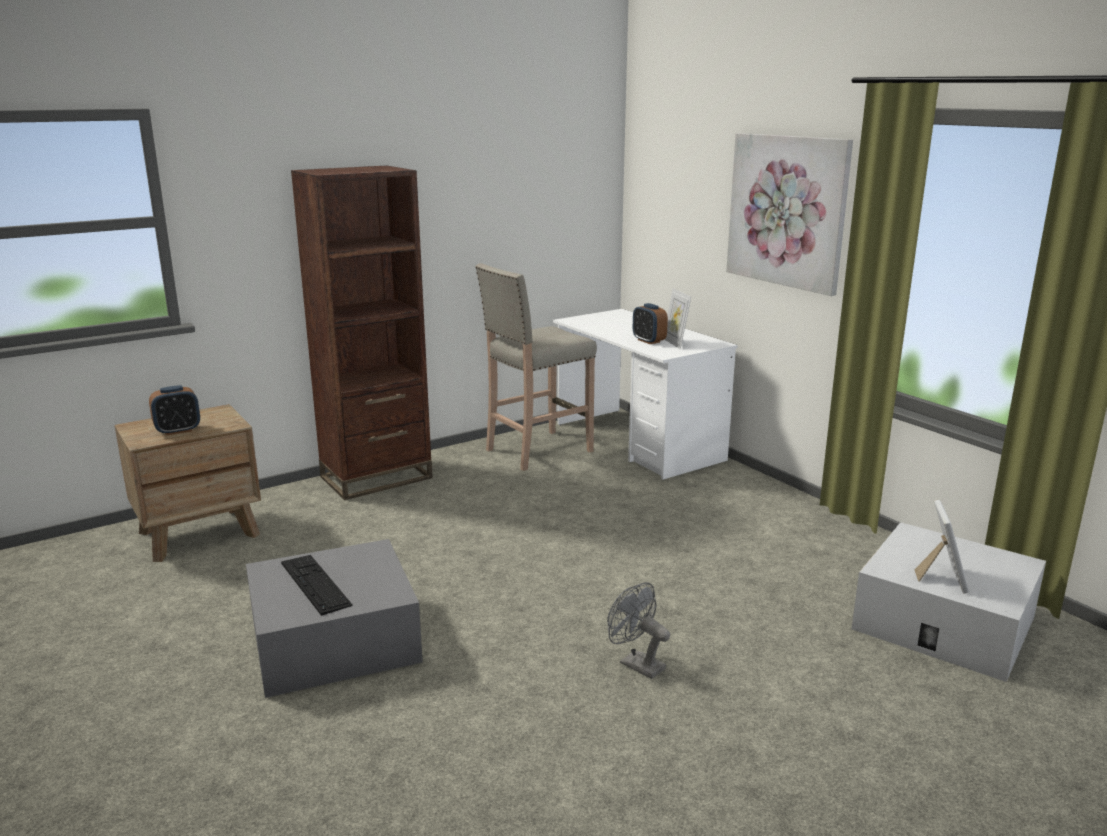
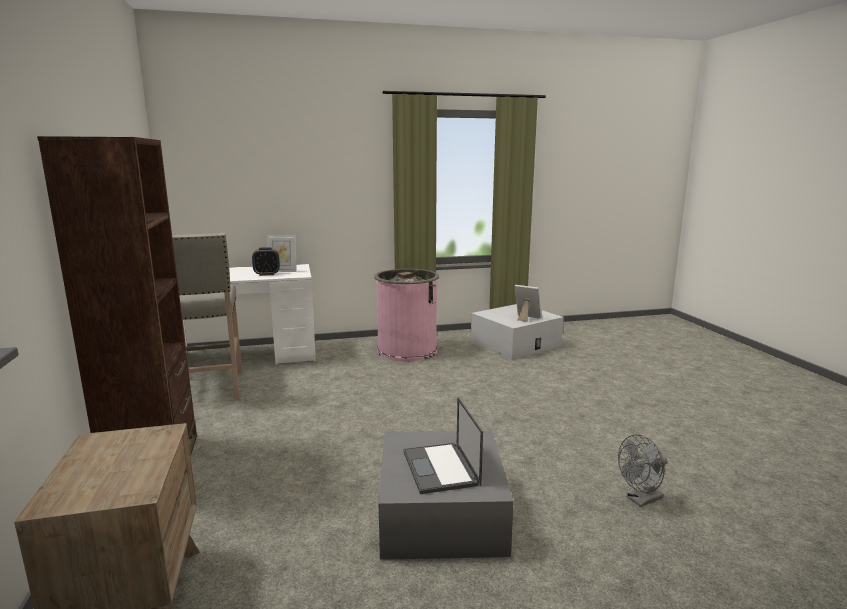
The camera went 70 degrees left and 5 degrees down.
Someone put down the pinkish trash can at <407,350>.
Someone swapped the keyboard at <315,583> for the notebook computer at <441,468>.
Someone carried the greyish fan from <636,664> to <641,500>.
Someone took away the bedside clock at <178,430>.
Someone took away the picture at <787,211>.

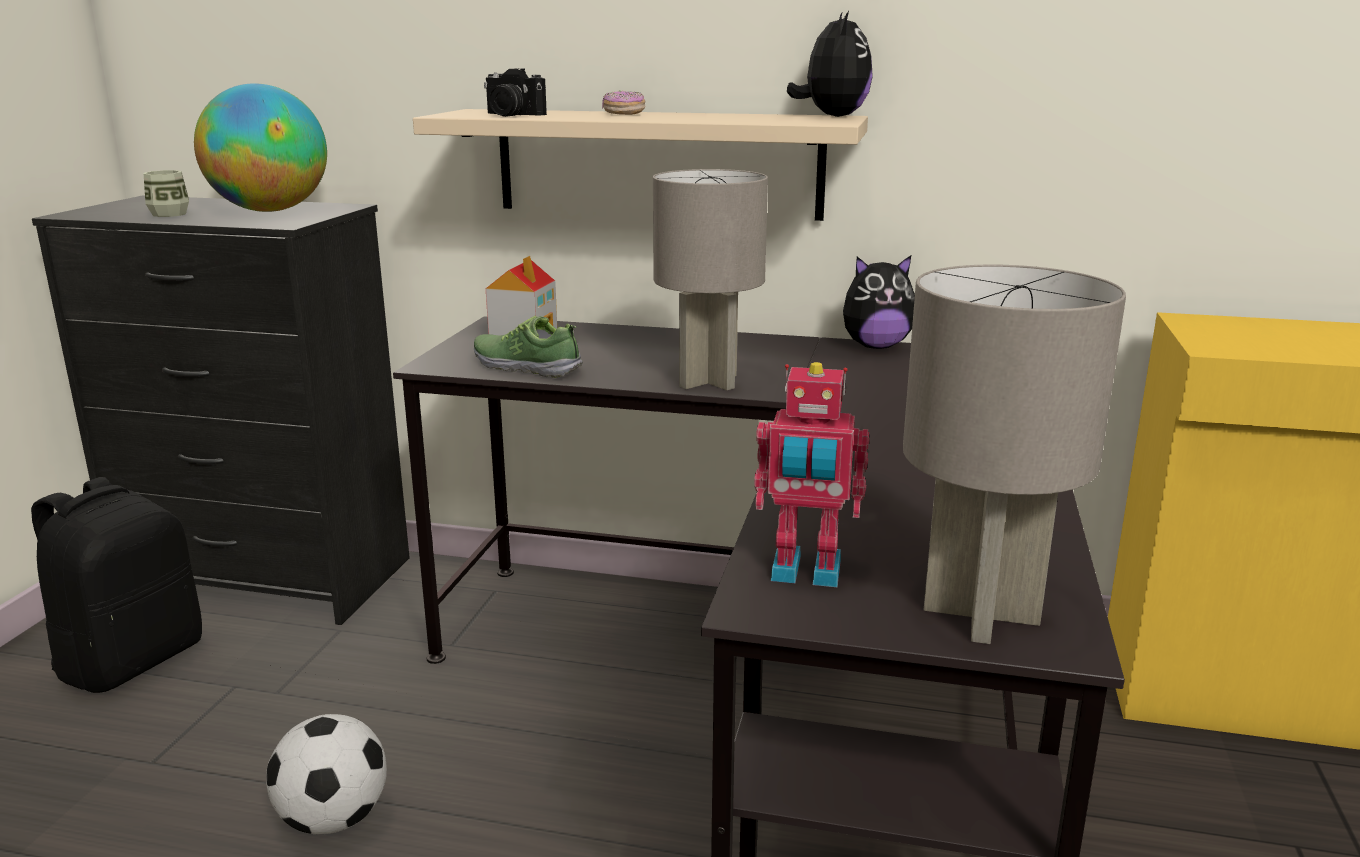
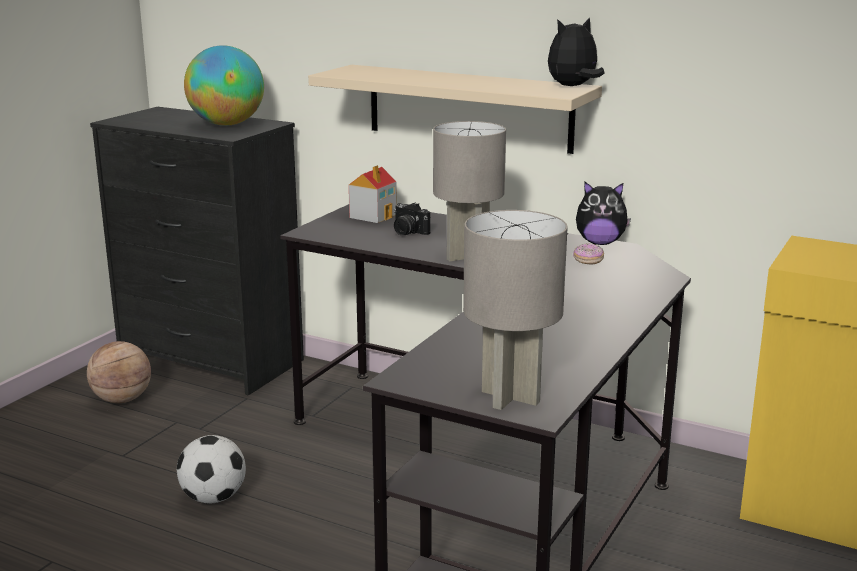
The camera went 15 degrees right and 0 degrees up.
Someone swapped the black backpack at <131,660> for the ball for basketball at <122,400>.
Someone carried the photo camera from <510,115> to <408,232>.
Someone rotated the plush toy at <832,116> by 135 degrees counterclockwise.
Someone carried the donut from <624,113> to <588,260>.
Someone took away the drinking cup at <169,214>.
Someone took away the shoe at <526,366>.
Someone took away the model robot at <805,573>.

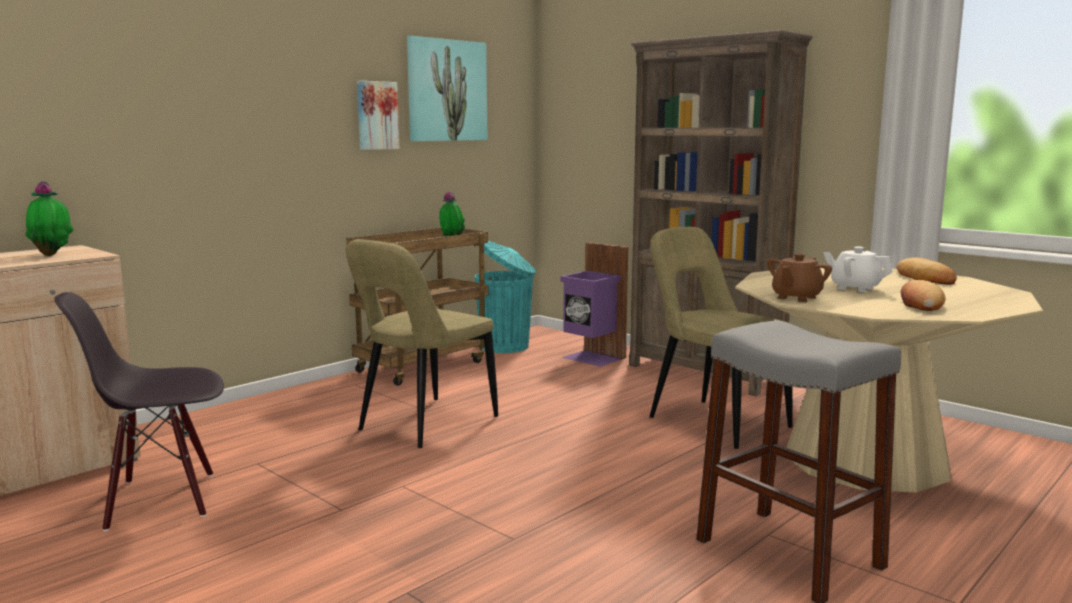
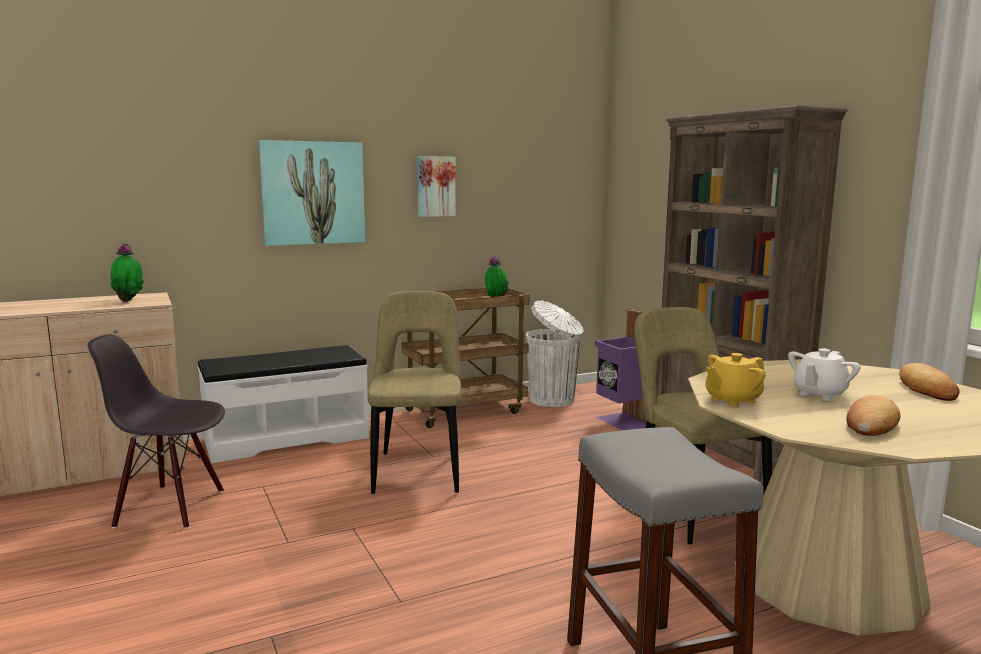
The camera went 20 degrees right and 0 degrees up.
Someone put down the white bench at <286,438>.
Someone carried the picture from <447,90> to <313,193>.
Someone rotated the sand-coloured plain chair at <423,425> by 120 degrees clockwise.
Someone repainted the turquoise trash can at <506,346>, which became the white trash can at <553,400>.
Someone repainted the brownish pot for tea at <796,298>, which became the yellow-coloured pot for tea at <732,400>.
Someone rotated the white pot for tea at <855,288> by 105 degrees counterclockwise.

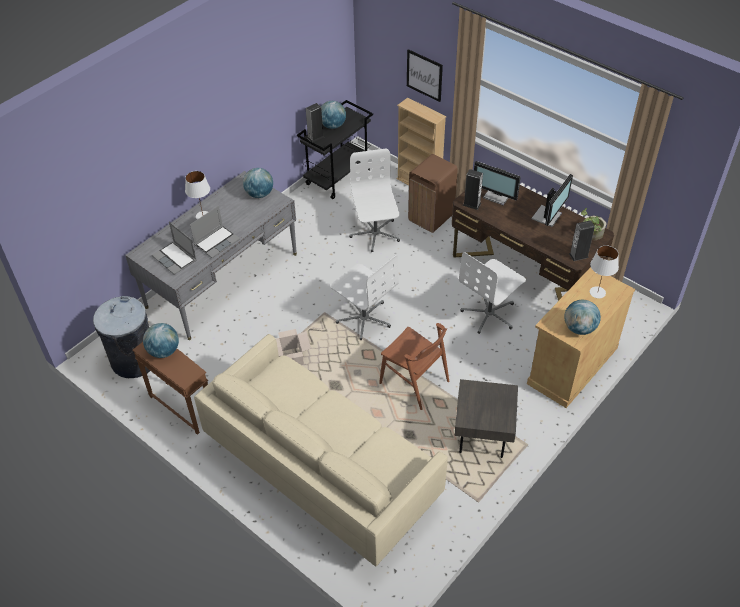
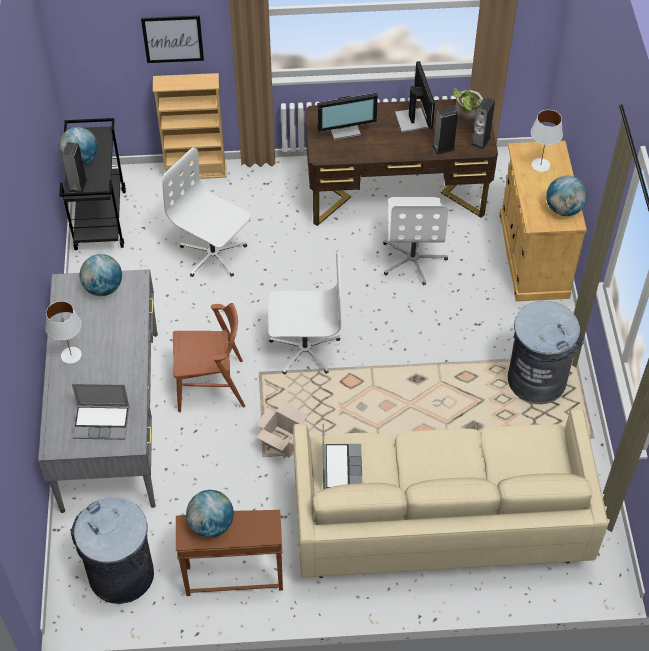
The camera went 45 degrees left and 5 degrees up.
Someone carried the brownish plain chair from <414,382> to <211,385>.
Someone carried the notebook computer from <217,242> to <341,467>.
Someone carried the speaker from <472,204> to <443,148>.
Someone swapped the greyish side table at <483,439> for the greyish trash can at <536,379>.
Someone took away the brownish trash can at <431,217>.

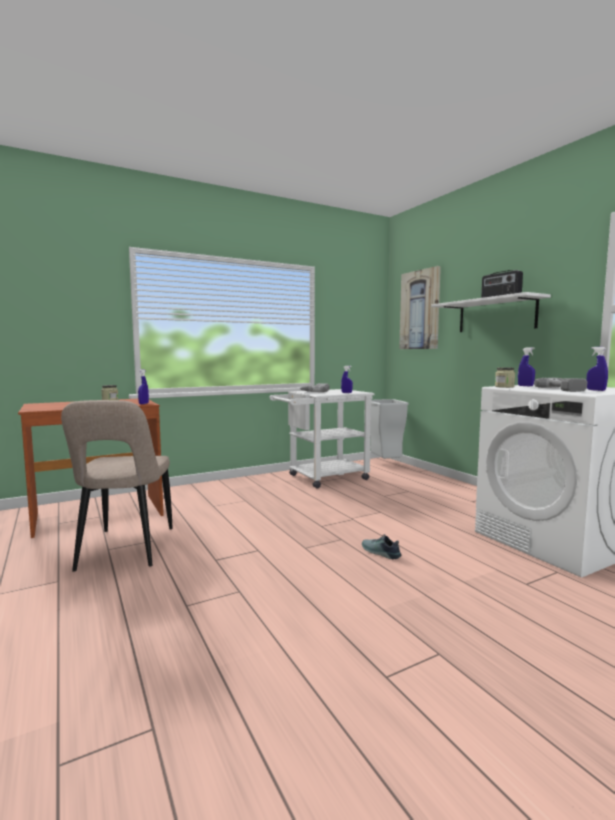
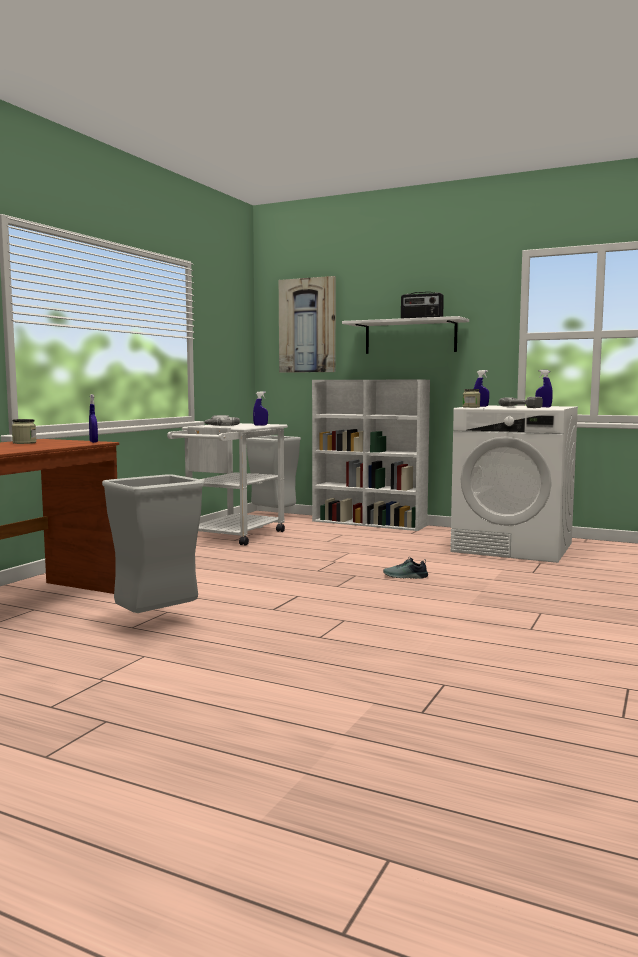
The camera went 35 degrees left and 0 degrees up.
Someone swapped the sand-coloured plain chair at <125,550> for the greyish trash can at <156,624>.
Someone put down the white bookcase at <370,523>.

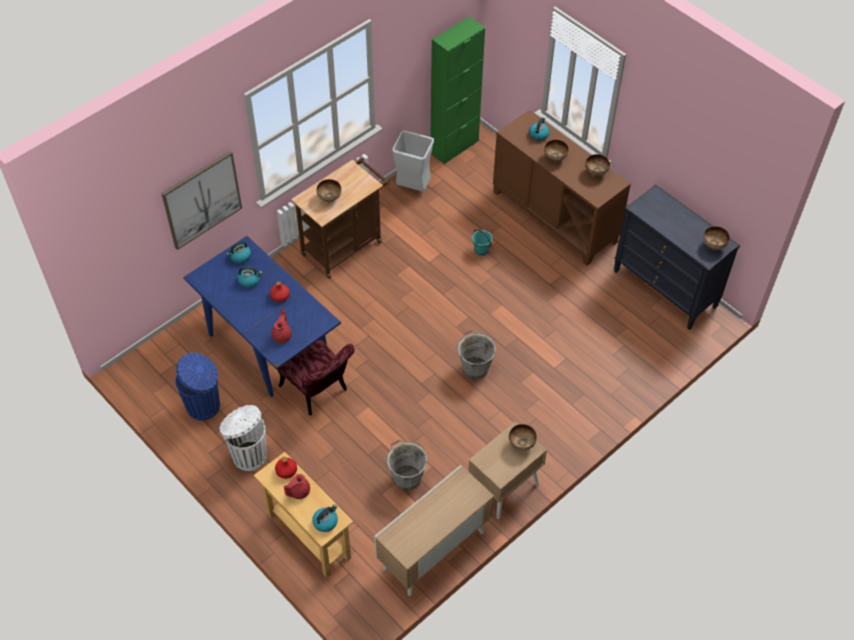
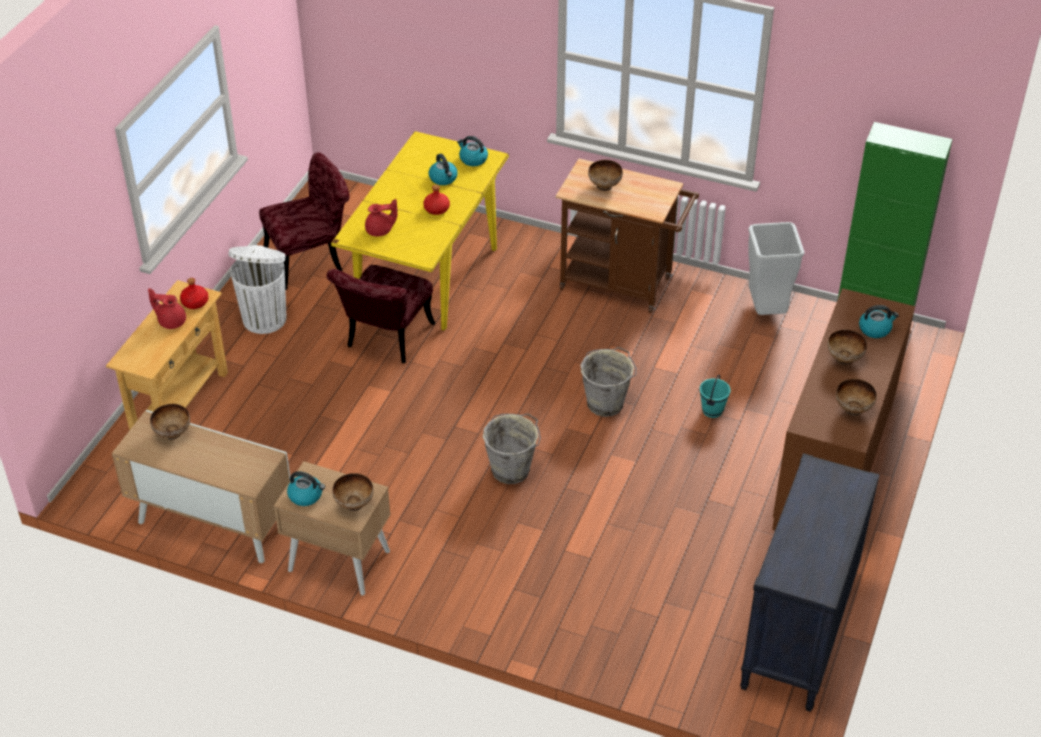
The camera went 65 degrees right and 10 degrees down.
Someone carried the deep dish from <713,246> to <172,434>.
Someone swapped the blue-coloured trash can at <204,406> for the red-coloured plain chair at <311,260>.
Someone carried the tea kettle from <325,522> to <306,495>.
Someone repainted the blue-coloured dining table at <269,345>, which became the yellow-coloured dining table at <427,277>.
Someone carried the greyish pail from <406,477> to <606,403>.
Someone took away the picture at <202,199>.

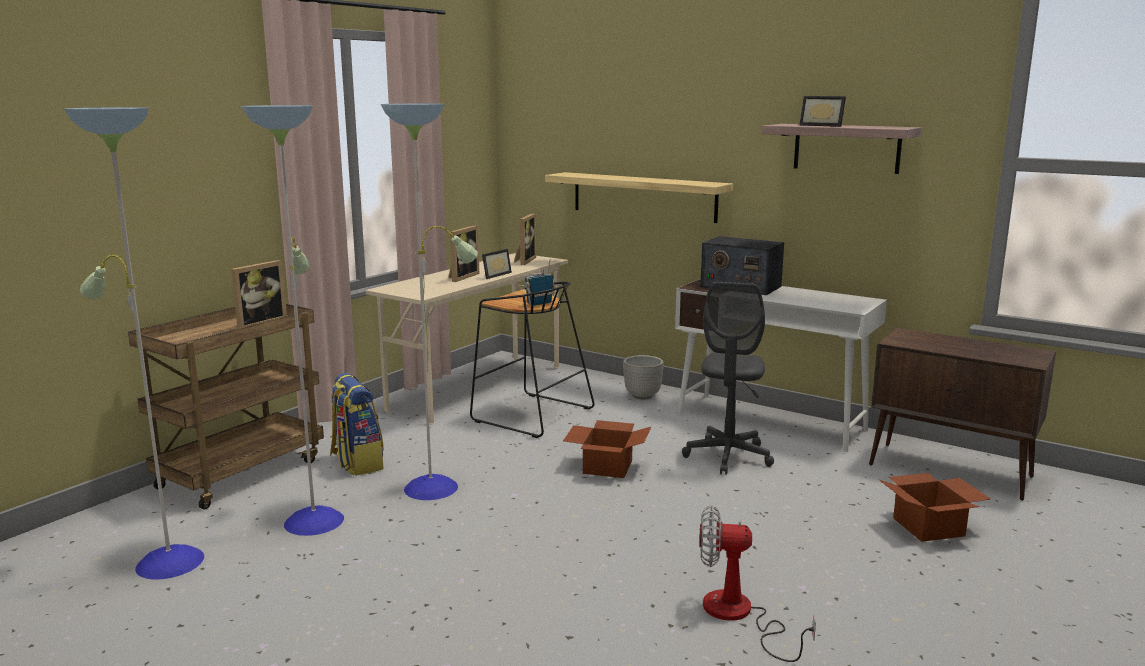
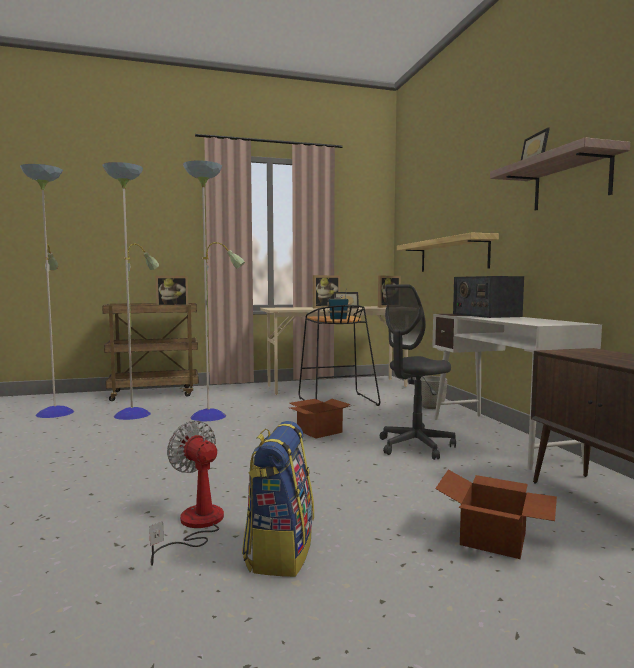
The camera went 40 degrees right and 10 degrees down.
Someone carried the backpack from <356,463> to <279,551>.

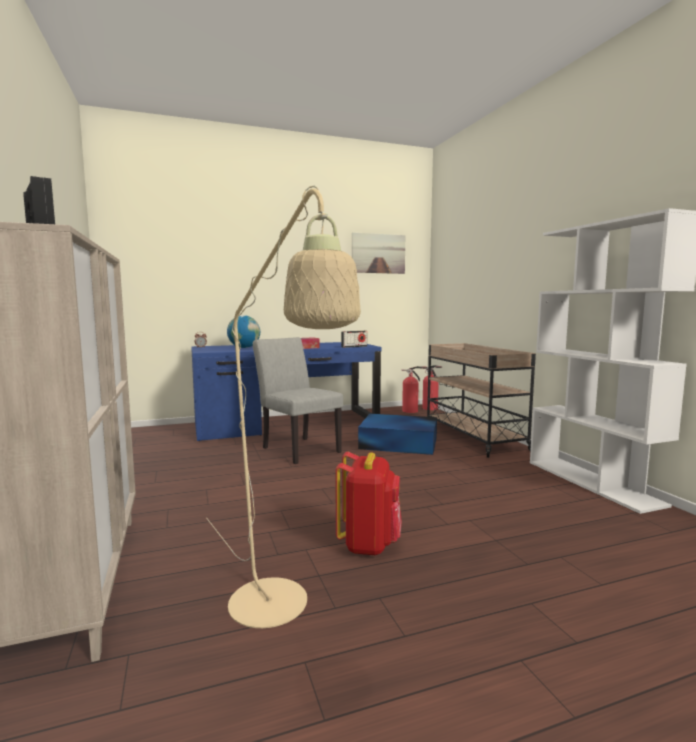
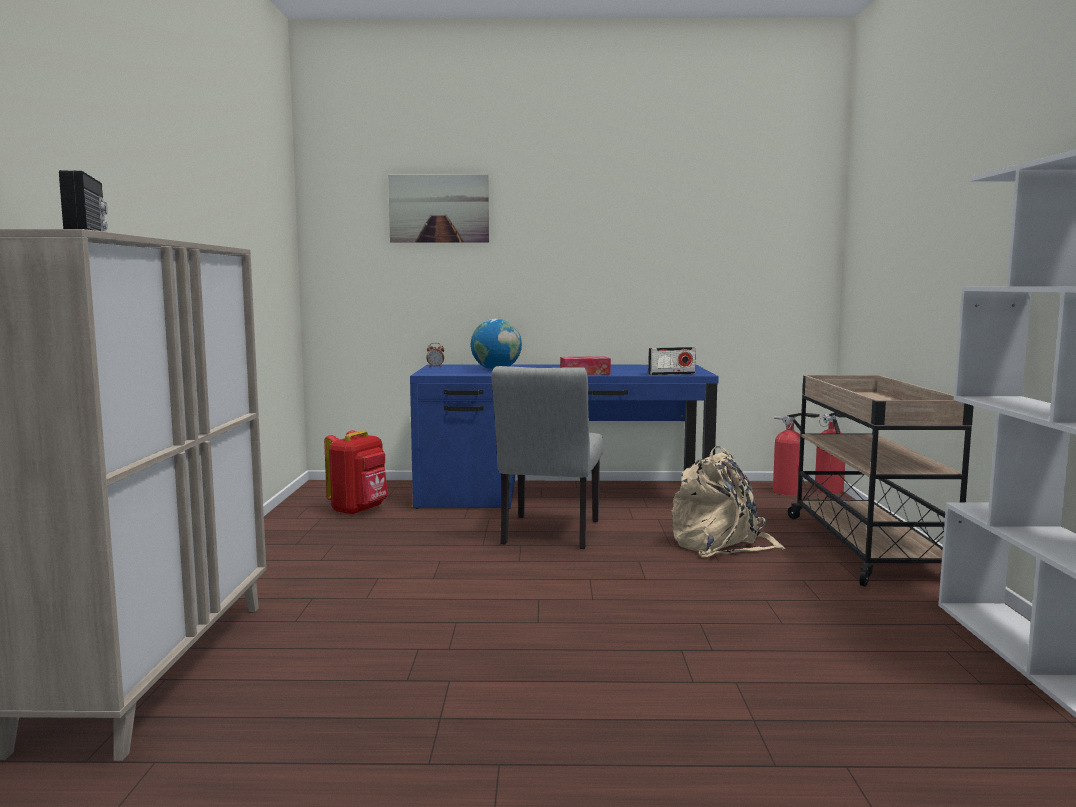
The camera went 20 degrees right and 0 degrees up.
Someone carried the red-coloured backpack from <369,544> to <359,510>.
Someone carried the picture from <378,253> to <439,208>.
Someone rotated the greyish plain chair at <297,448> by 150 degrees counterclockwise.
Someone swapped the blue-coloured storage bin at <400,443> for the sand-coloured backpack at <721,544>.
Someone took away the sand-coloured standing lamp at <277,613>.

